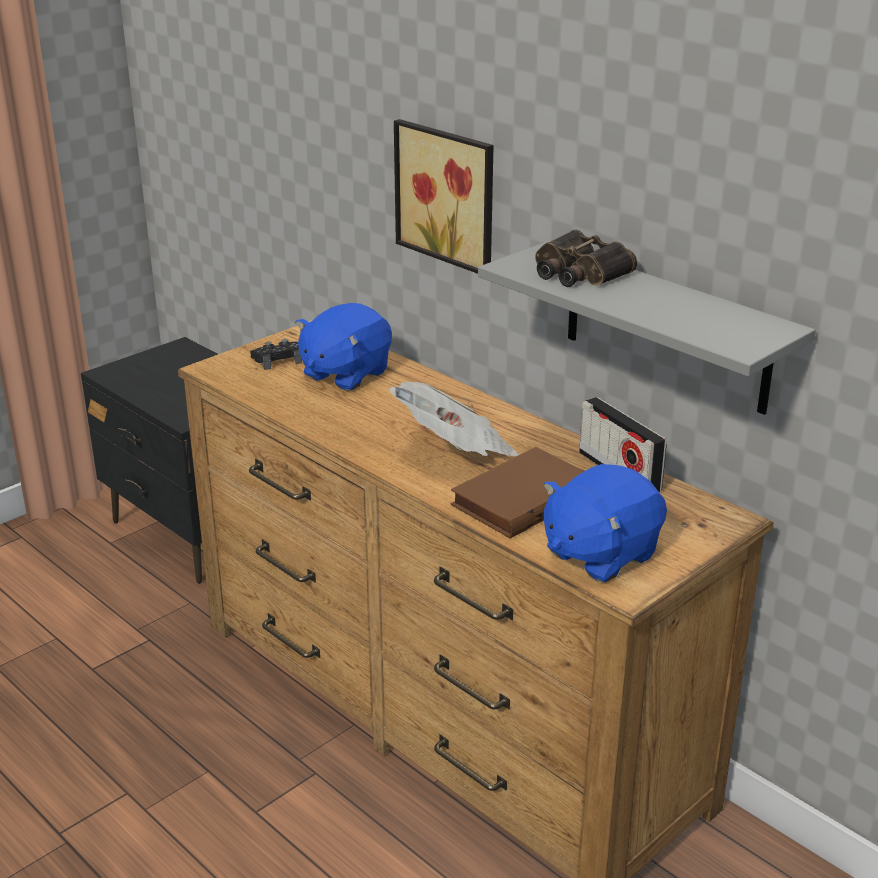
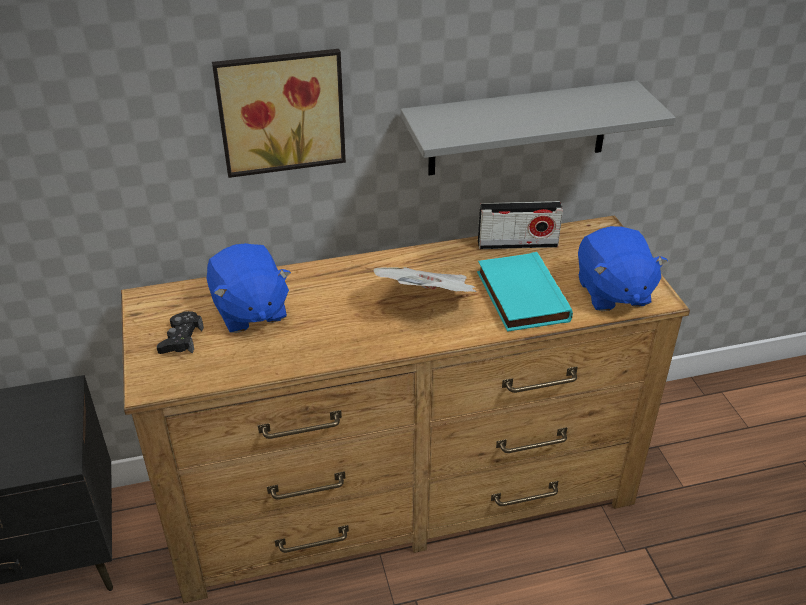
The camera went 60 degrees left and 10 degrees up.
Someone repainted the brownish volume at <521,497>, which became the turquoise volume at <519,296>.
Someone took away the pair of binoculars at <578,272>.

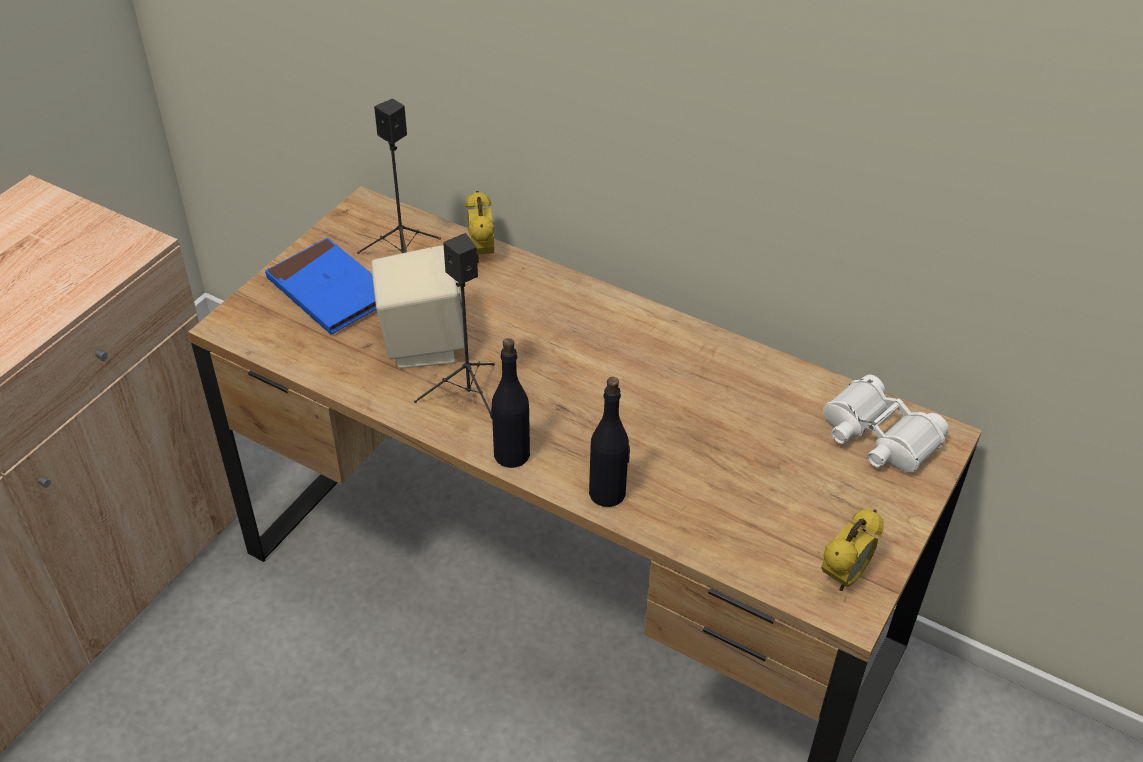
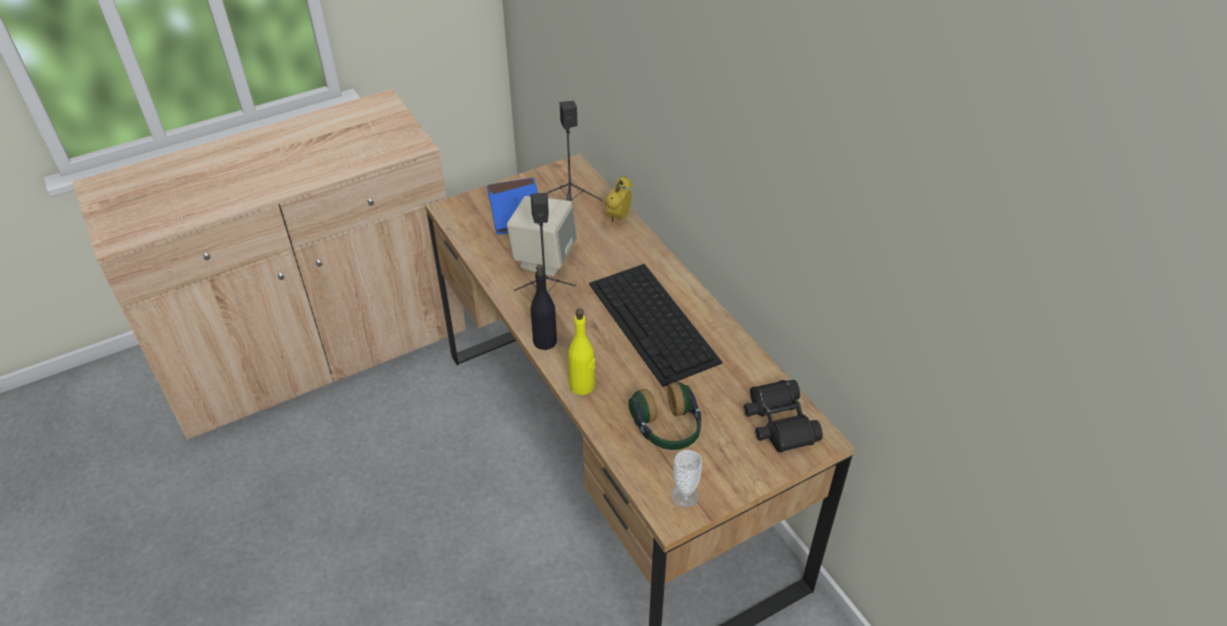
The camera went 30 degrees right and 0 degrees up.
Someone repainted the black drink bottle at <608,493>, which became the yellow-coloured drink bottle at <582,386>.
Someone put down the keyboard at <654,323>.
Someone put down the pair of headphones at <667,428>.
Someone swapped the bedside clock at <844,576> for the drinking cup at <685,495>.
Someone repainted the white pair of binoculars at <878,437>, which became the black pair of binoculars at <778,423>.

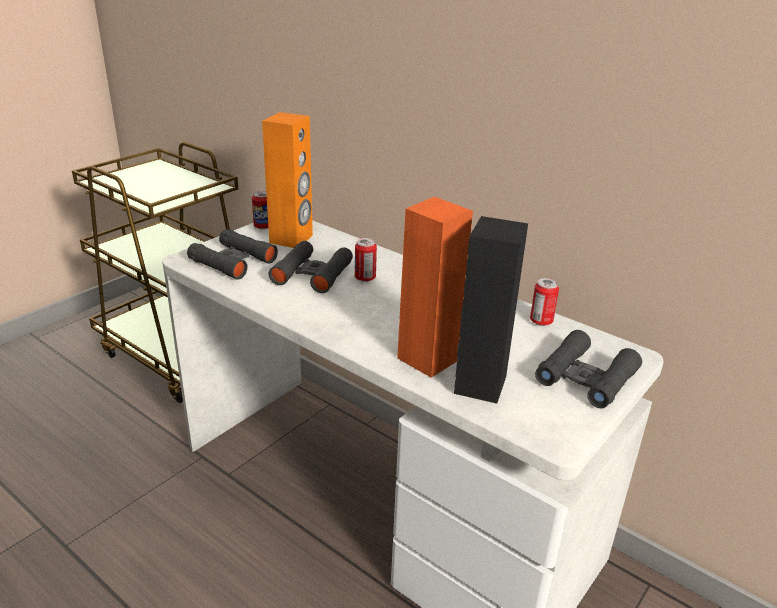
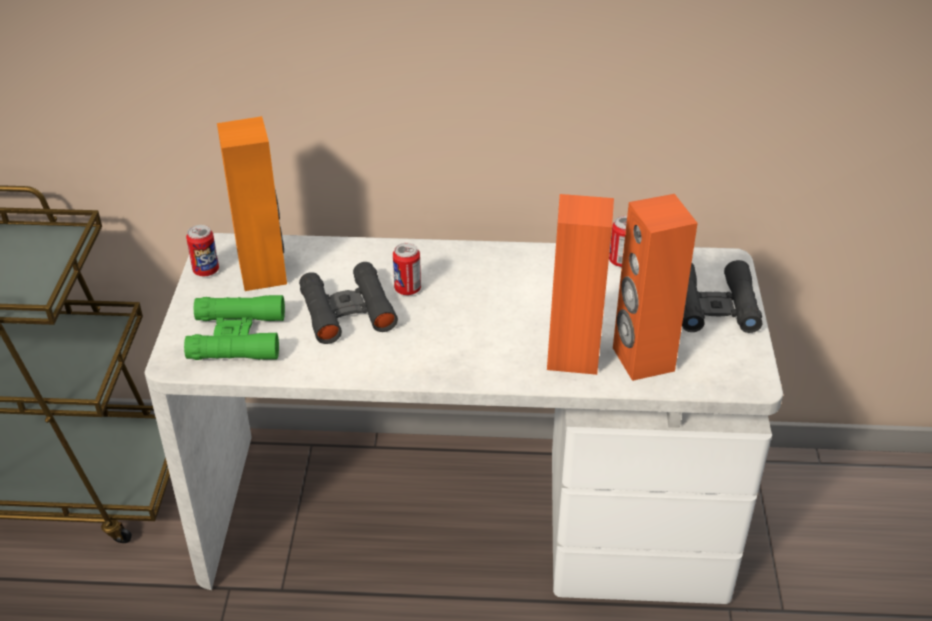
The camera went 35 degrees left and 10 degrees up.
Someone repainted the black pair of binoculars at <233,261>, which became the greenish pair of binoculars at <237,337>.
Someone repainted the black speaker at <479,384>, which became the orangey speaker at <642,359>.

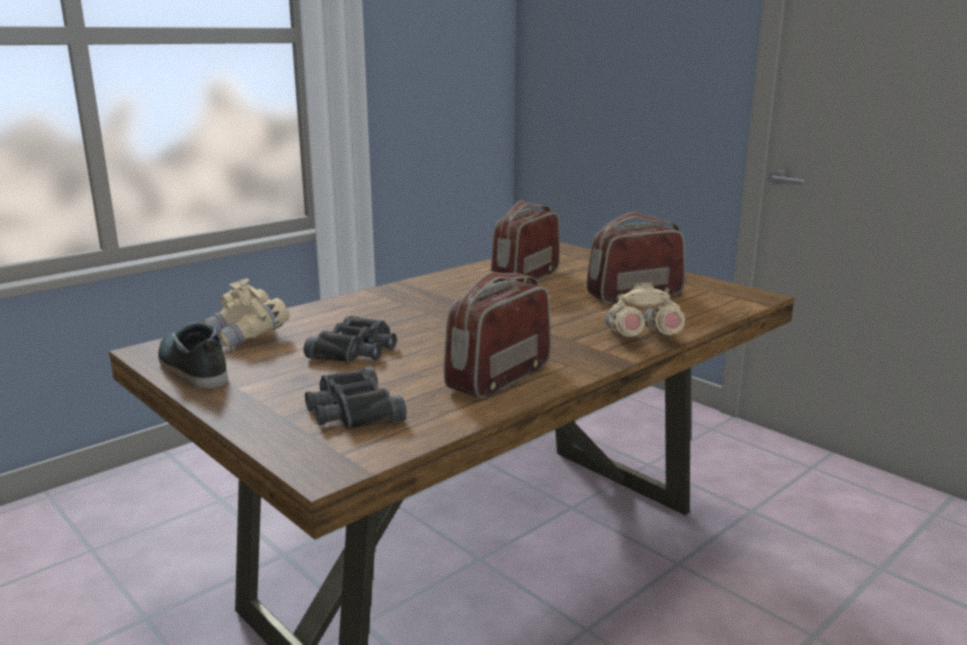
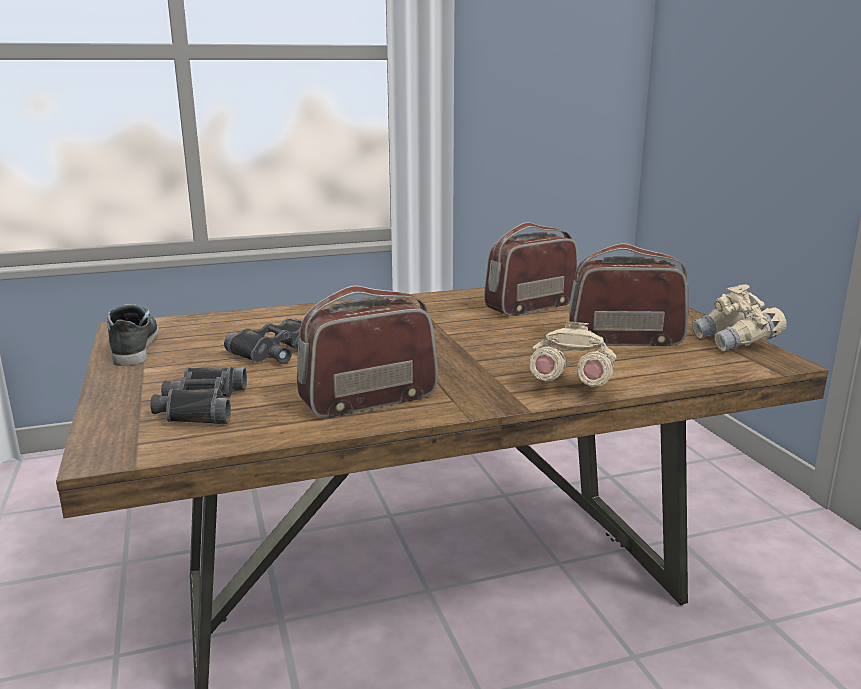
The camera went 25 degrees right and 0 degrees up.
Someone carried the sand-coloured pair of binoculars from <249,335> to <736,342>.

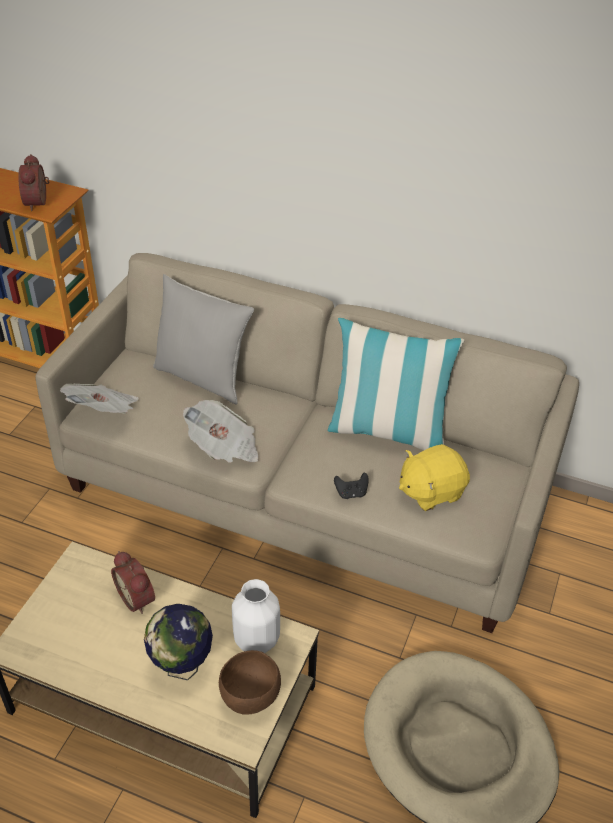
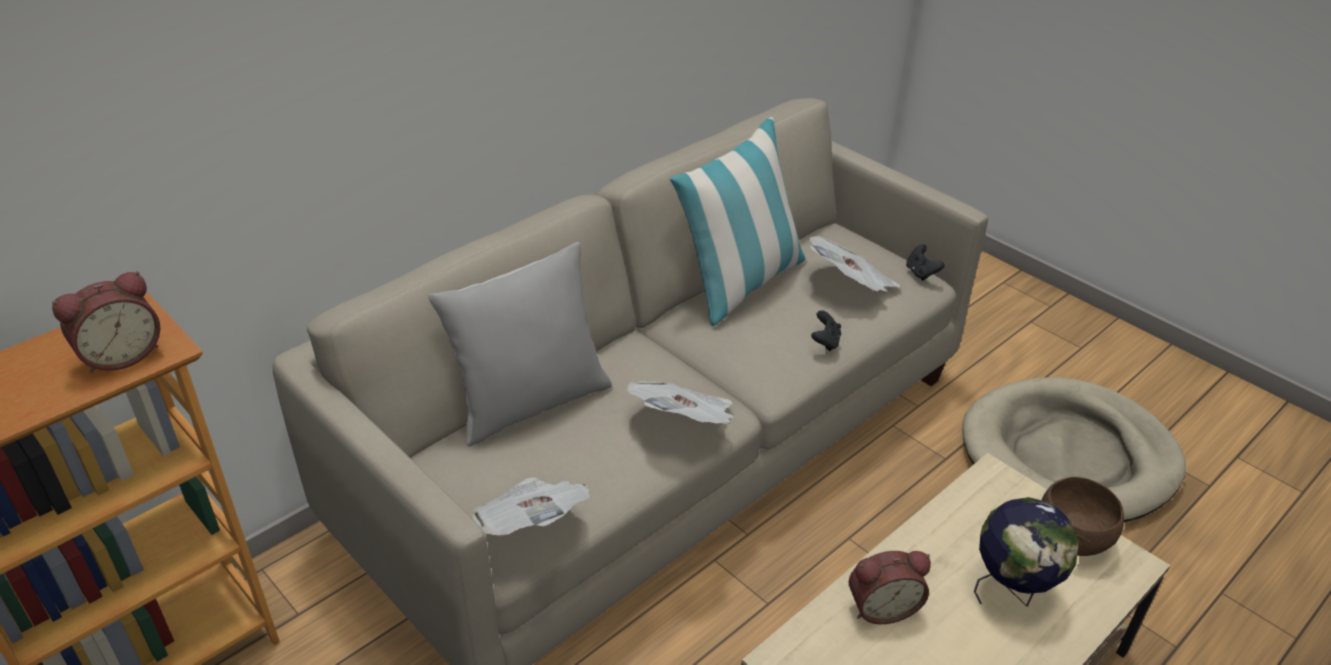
The camera went 65 degrees left and 5 degrees down.
Someone rotated the bedside clock at <39,202> by 60 degrees counterclockwise.
Someone swapped the yellow-coloured plush toy at <430,491> for the newspaper at <851,286>.
Someone put down the black gamepad at <921,273>.
Someone took away the white flower vase at <255,639>.

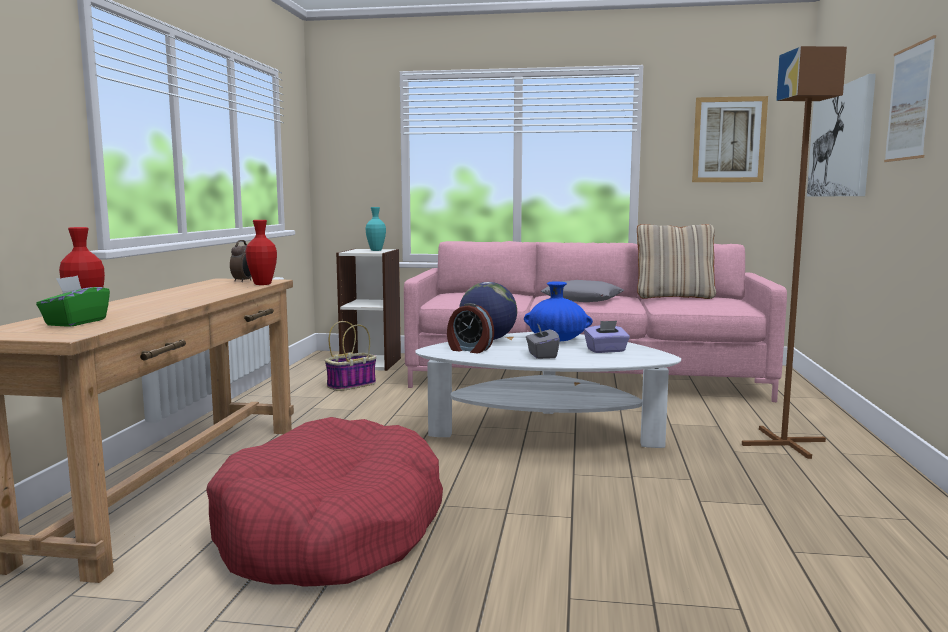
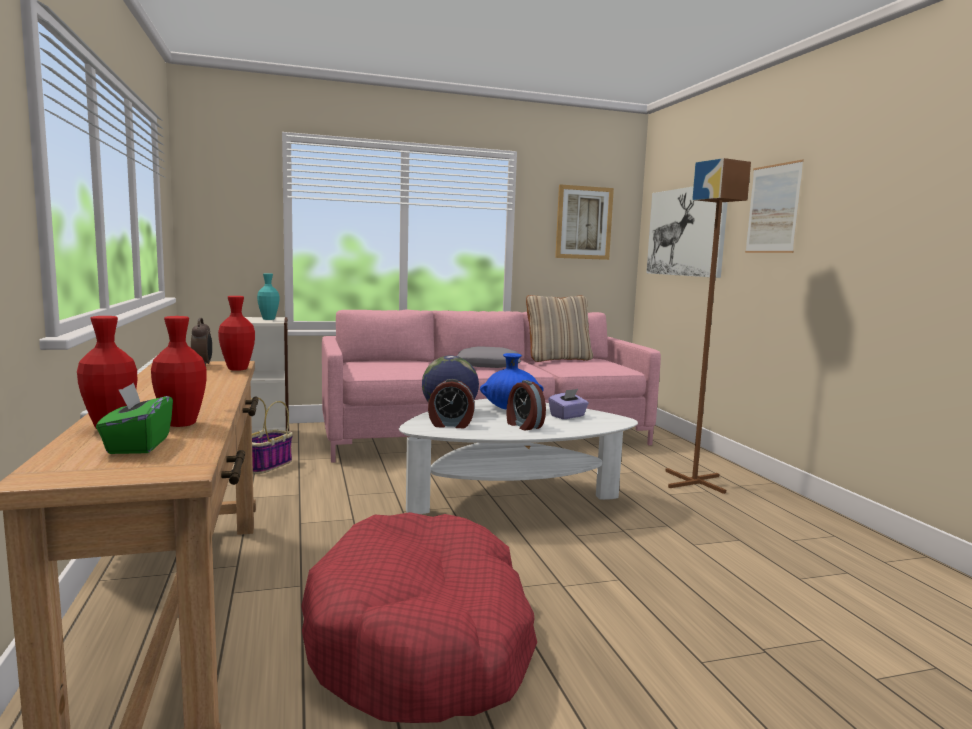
The camera went 25 degrees left and 0 degrees up.
Someone put down the red-coloured flower vase at <181,424>.
Someone swapped the greyish tissue box at <541,355> for the bedside clock at <523,426>.

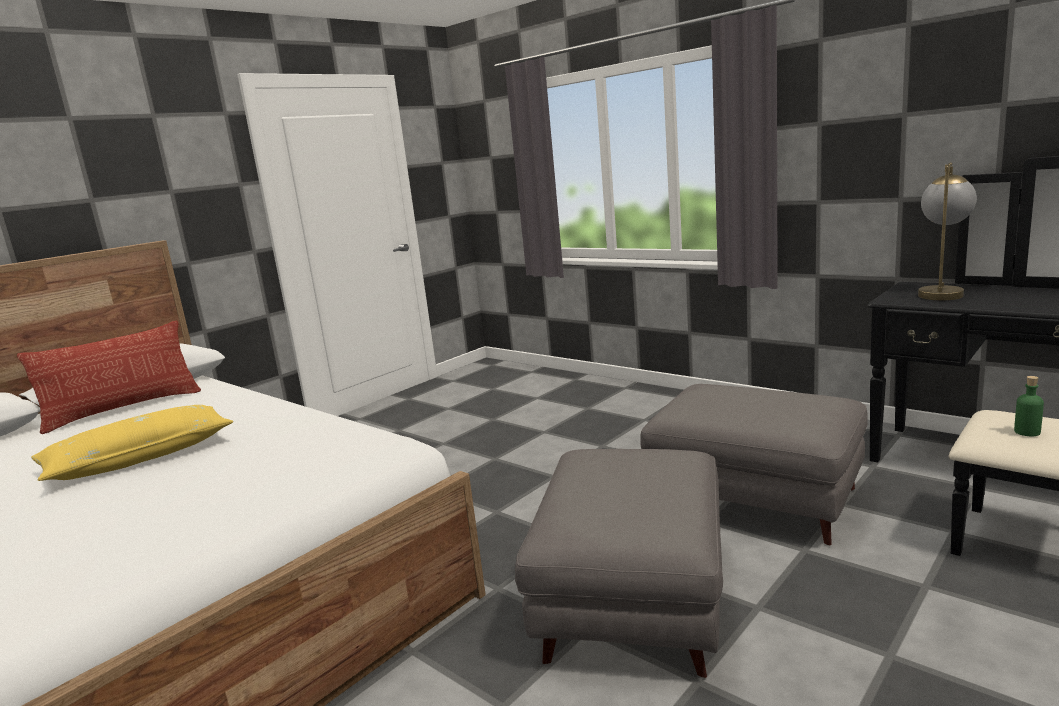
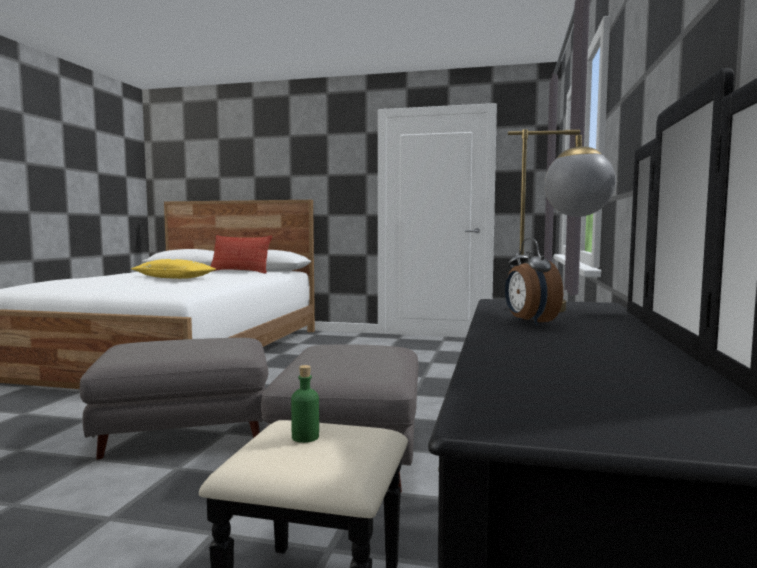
The camera went 60 degrees right and 10 degrees down.
Someone put down the bedside clock at <529,322>.

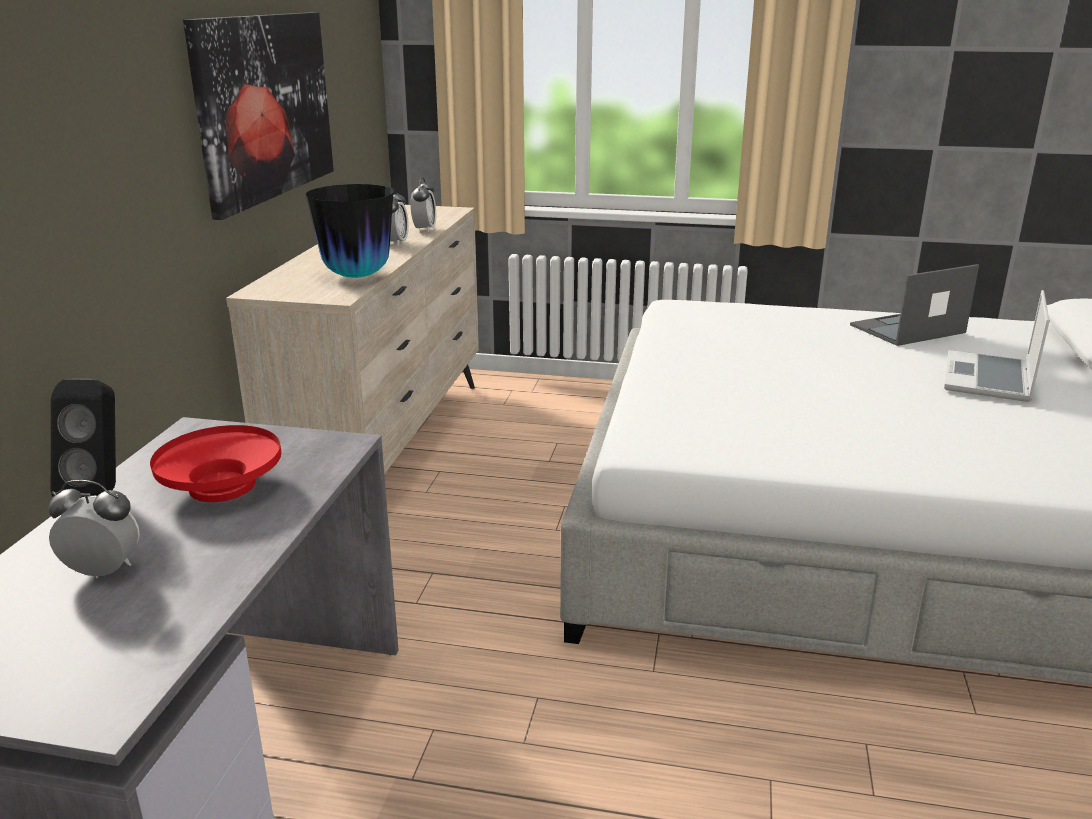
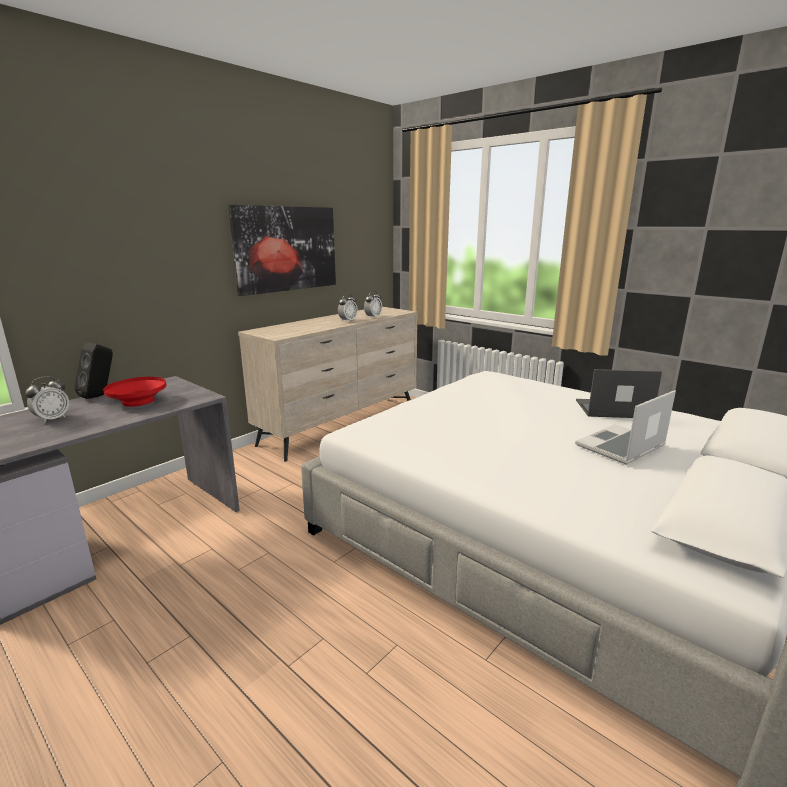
The camera went 30 degrees right and 5 degrees down.
Someone rotated the bedside clock at <103,571> by 90 degrees clockwise.
Someone took away the flower vase at <357,276>.

